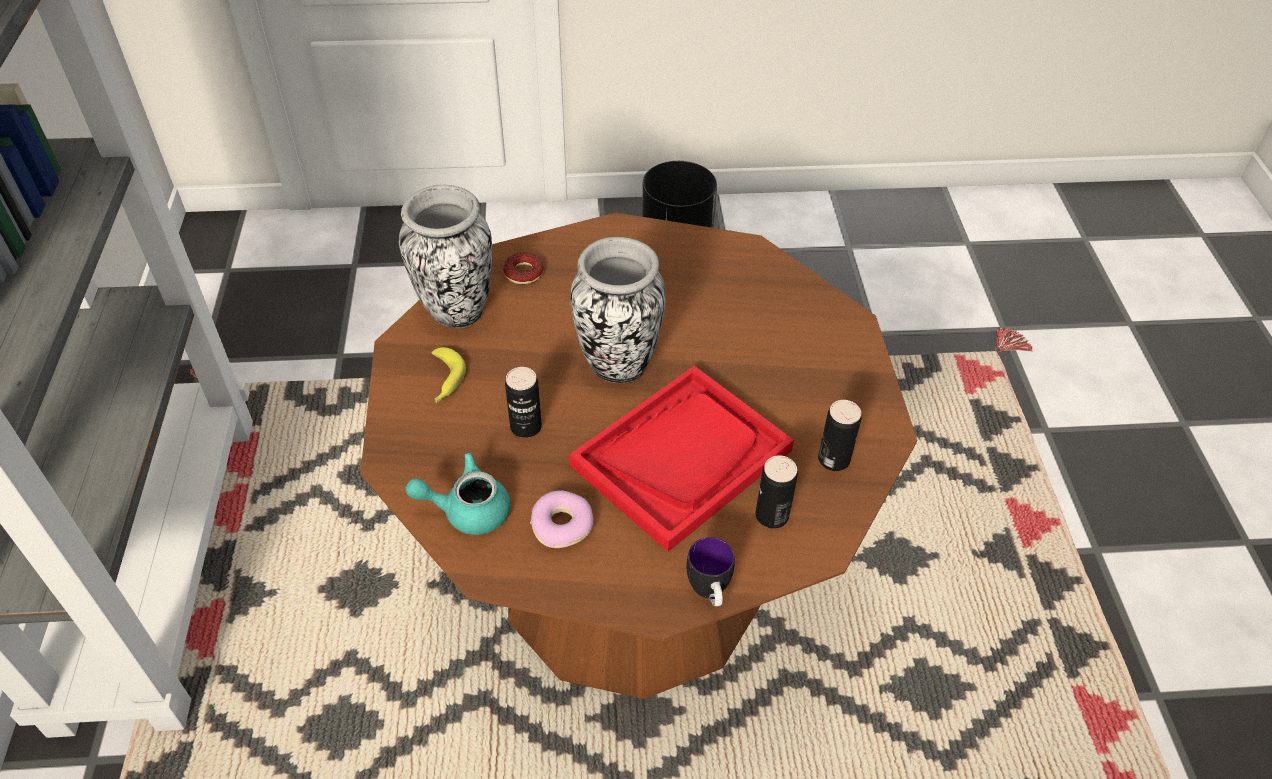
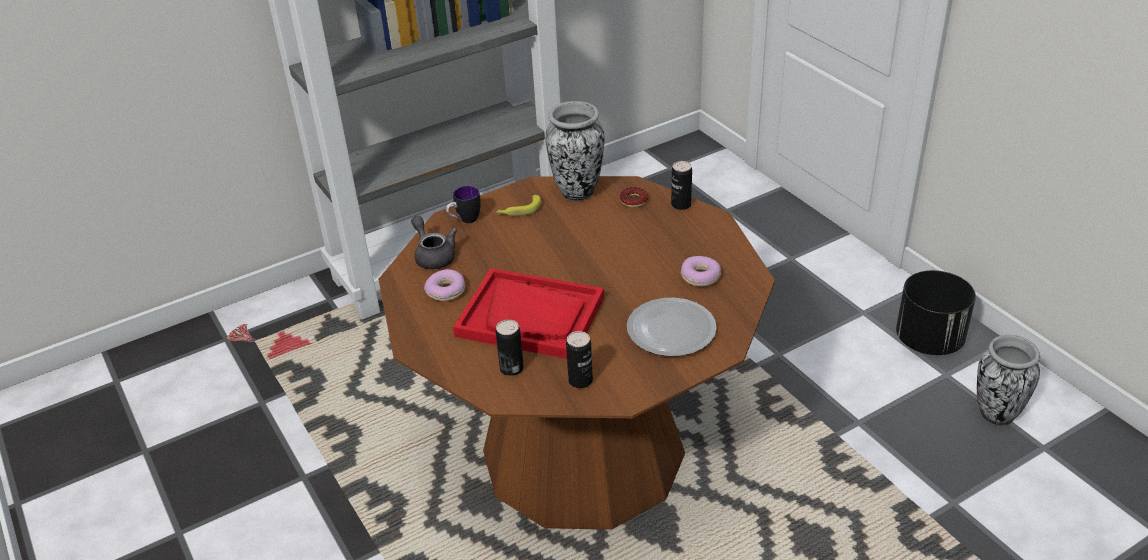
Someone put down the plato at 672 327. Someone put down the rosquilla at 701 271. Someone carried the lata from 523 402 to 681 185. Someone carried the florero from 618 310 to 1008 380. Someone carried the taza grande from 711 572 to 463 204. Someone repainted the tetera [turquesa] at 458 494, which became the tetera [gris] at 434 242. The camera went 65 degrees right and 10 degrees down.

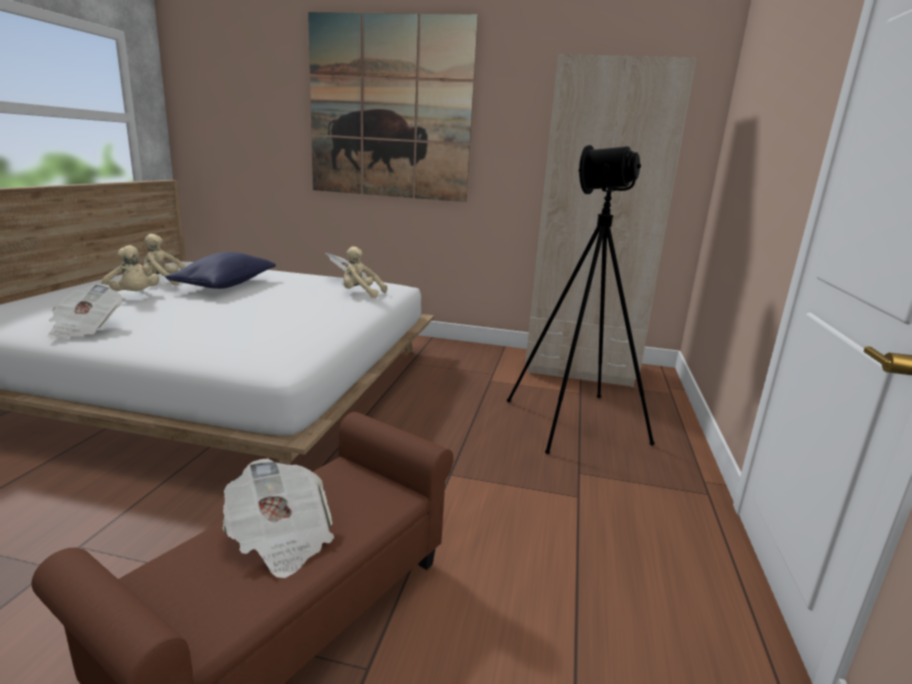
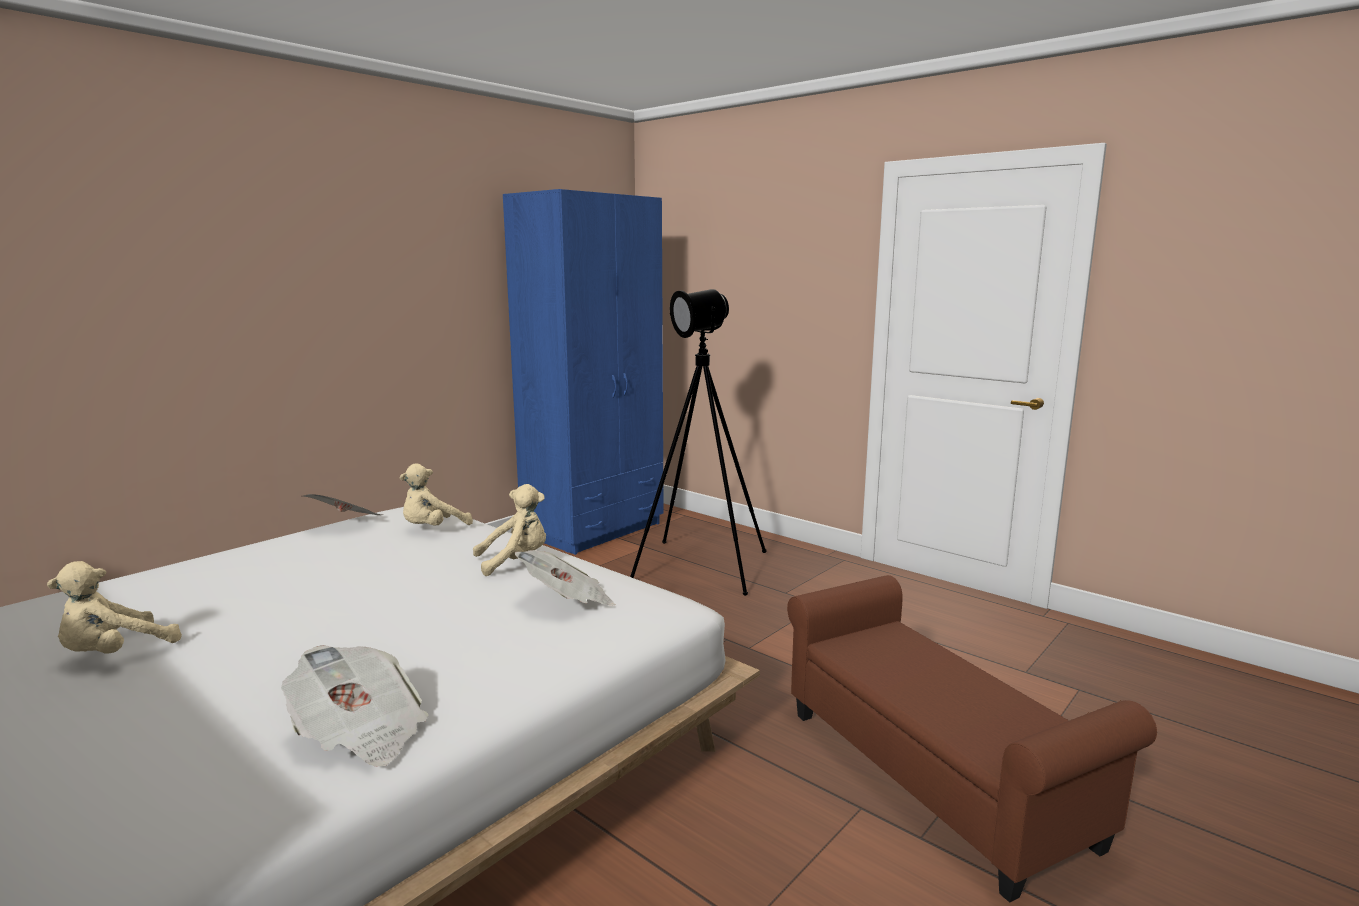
Someone took away the cojín [azul] at 220 270. Someone took away the cuadro at 393 107. Someone carried the peluche [beis] from 130 268 to 509 530. Someone carried the periódico from 278 518 to 565 577. Someone repainted the armario ropero [beis] at 611 220, which became the armario ropero [azul] at 583 372. The camera went 60 degrees left and 5 degrees down.

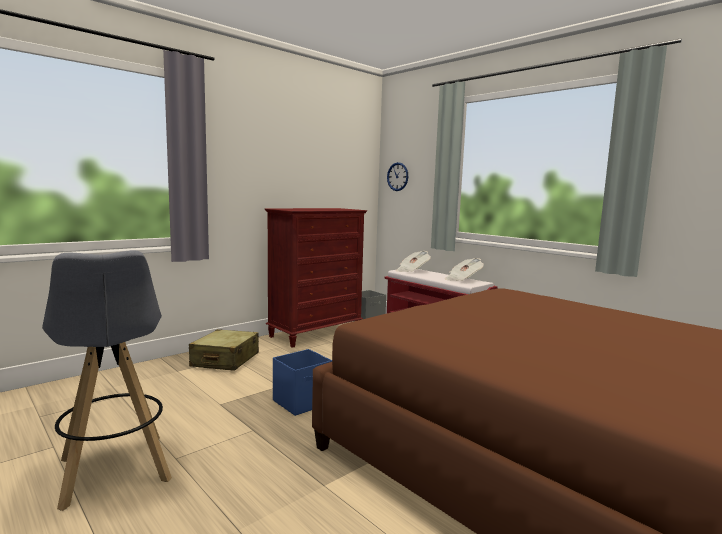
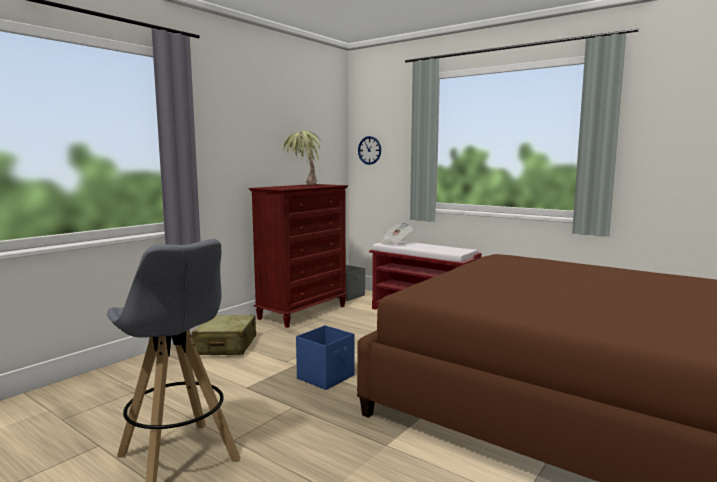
Someone took away the periódico at 464 269. Someone put down the planta en maceta at 302 158. The camera went 10 degrees left and 0 degrees up.

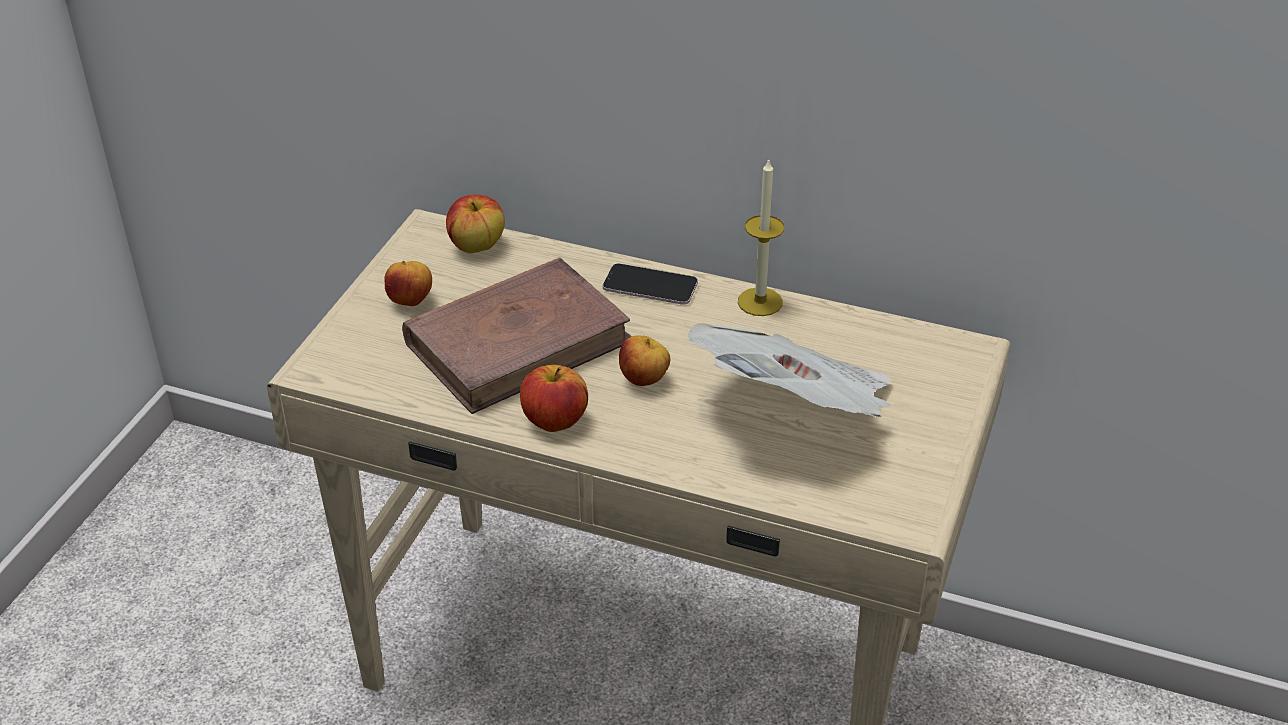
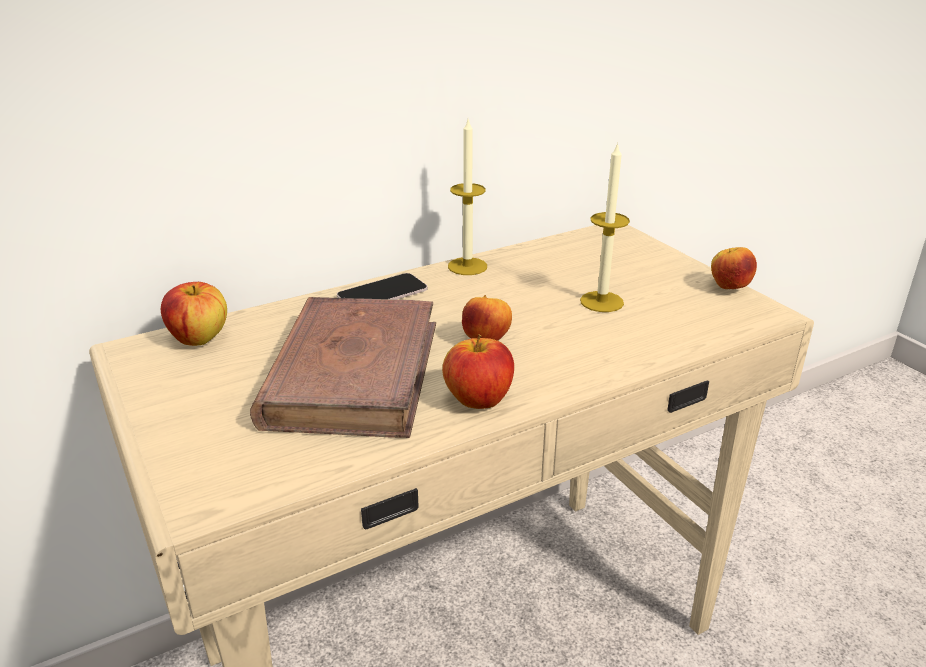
Someone carried the manzana from 408 283 to 734 268. Someone swapped the periódico at 789 370 for the vela at 605 227. The camera went 50 degrees left and 10 degrees down.

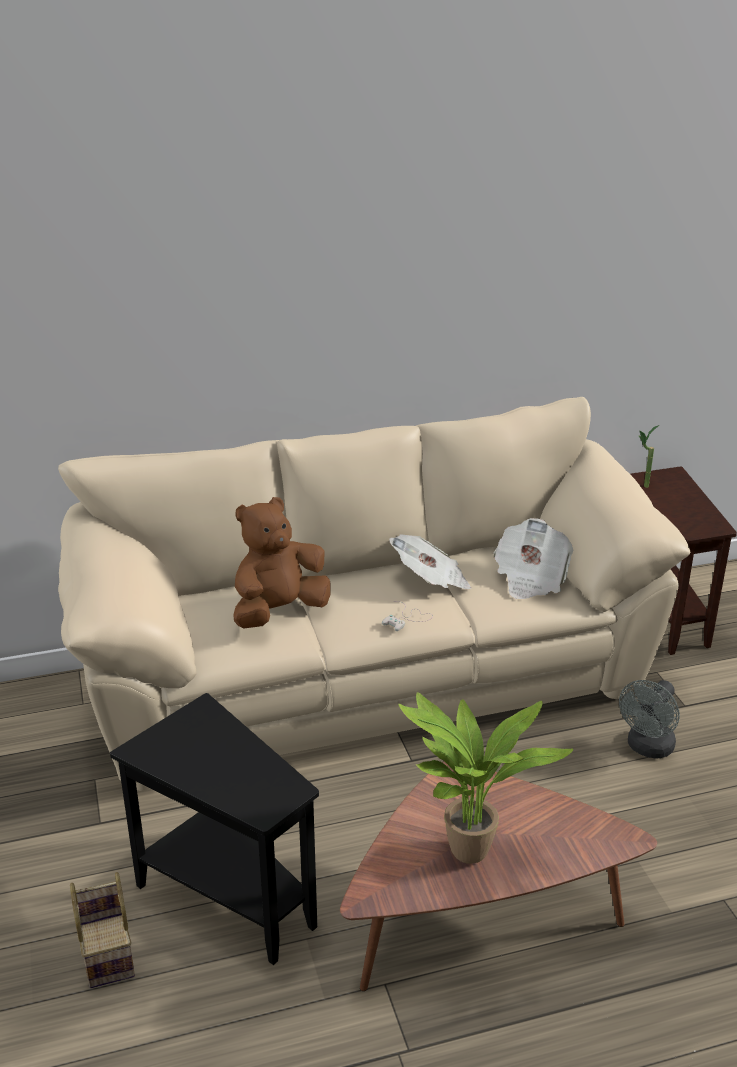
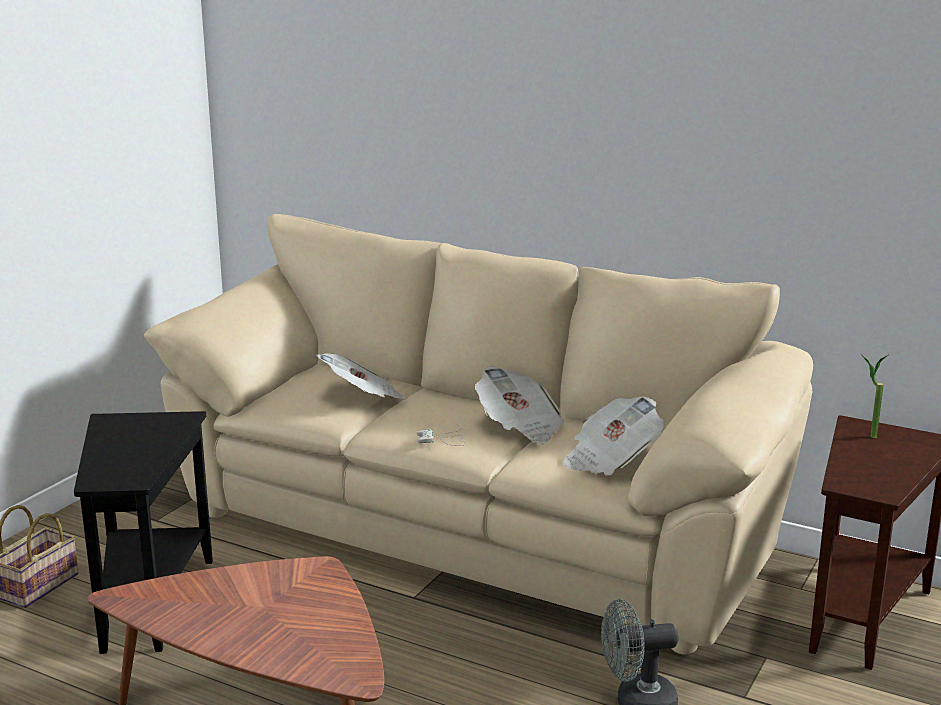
Someone took away the planta en maceta at 485 778. Someone swapped the peluche [marrón] at 282 562 for the periódico at 361 376. The camera went 45 degrees right and 10 degrees down.

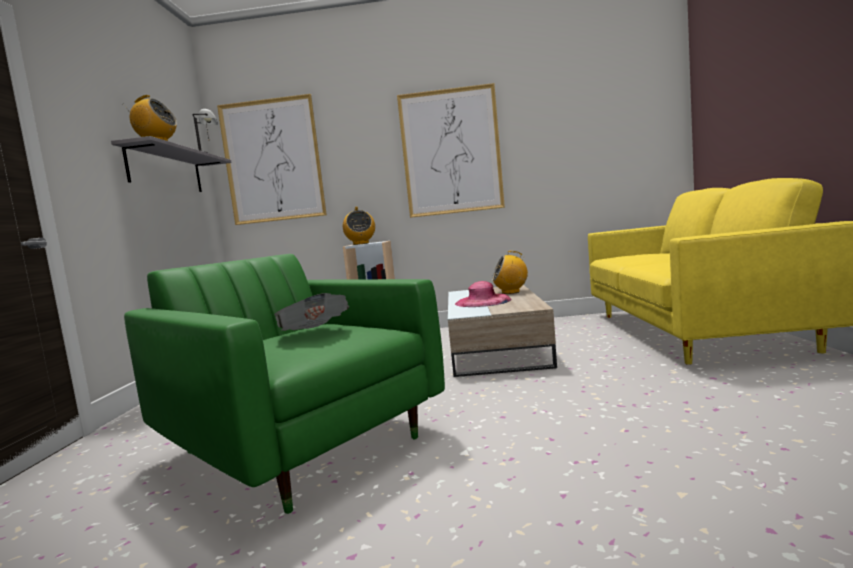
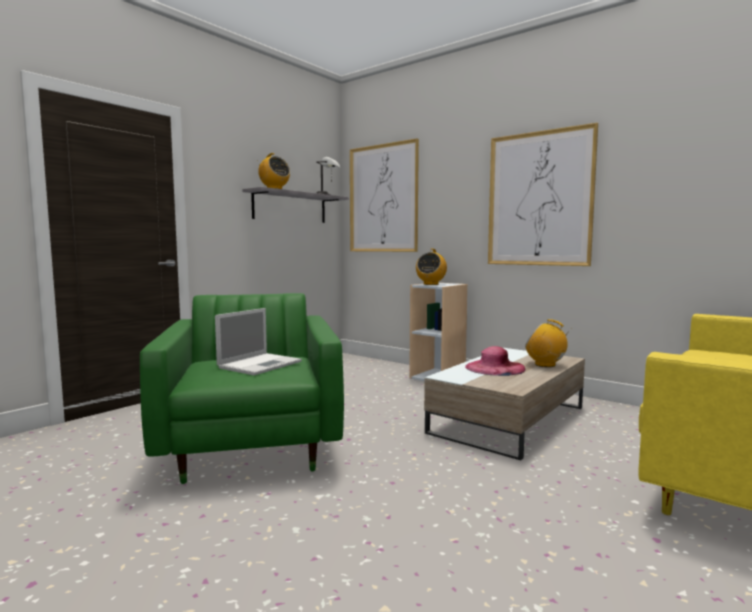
Someone swapped the periódico at 311 312 for the portátil at 258 341. The camera went 35 degrees right and 0 degrees up.

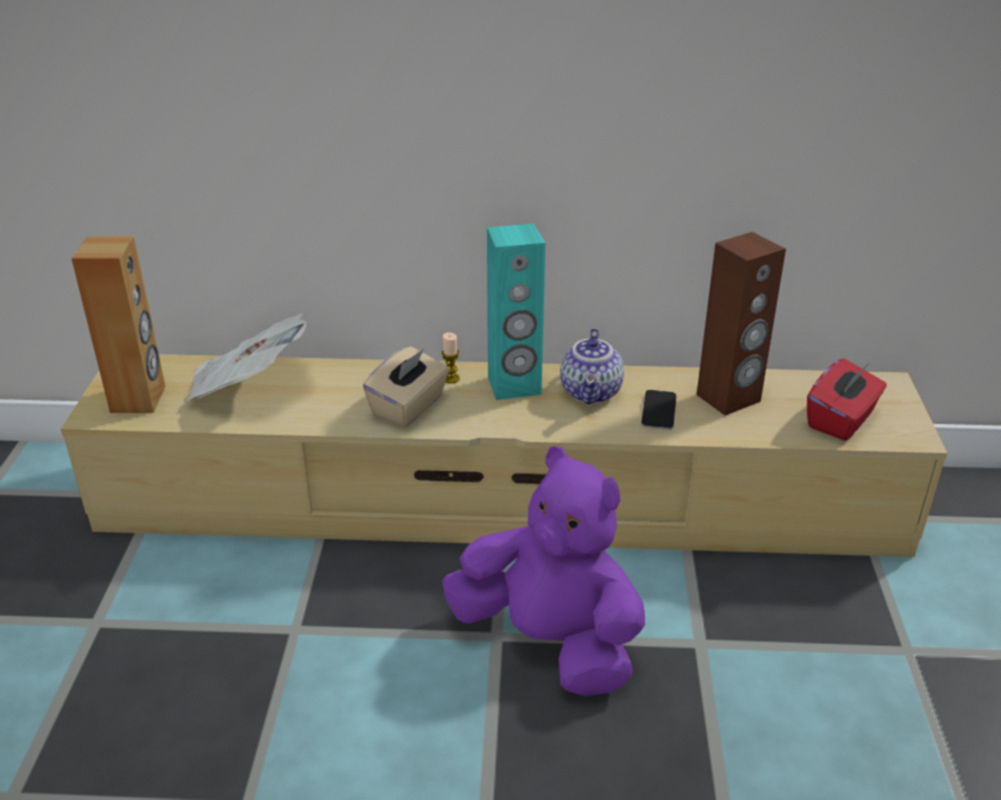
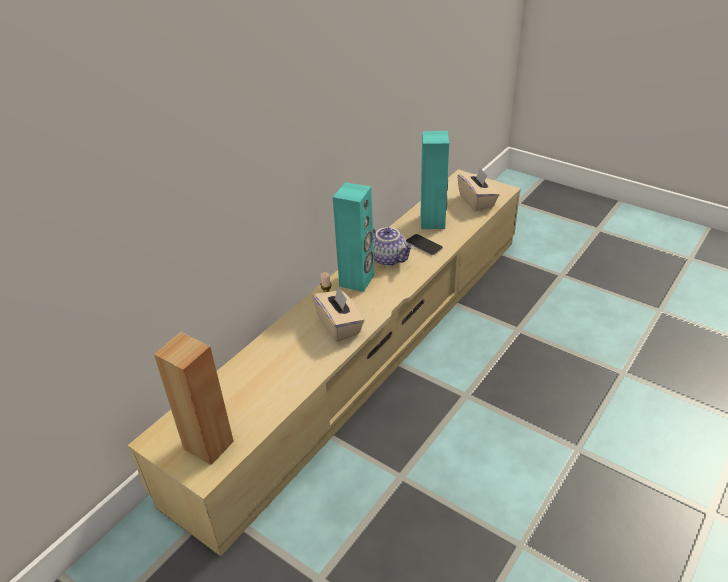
Someone took away the periódico at 246 357. Someone took away the peluche [morado] at 543 571. Someone repainted the altavoz [marrón] at 741 323, which became the altavoz [turquesa] at 435 180. Someone repainted the caja de pañuelos [rojo] at 847 400, which became the caja de pañuelos [beis] at 478 189. The camera went 55 degrees left and 5 degrees up.

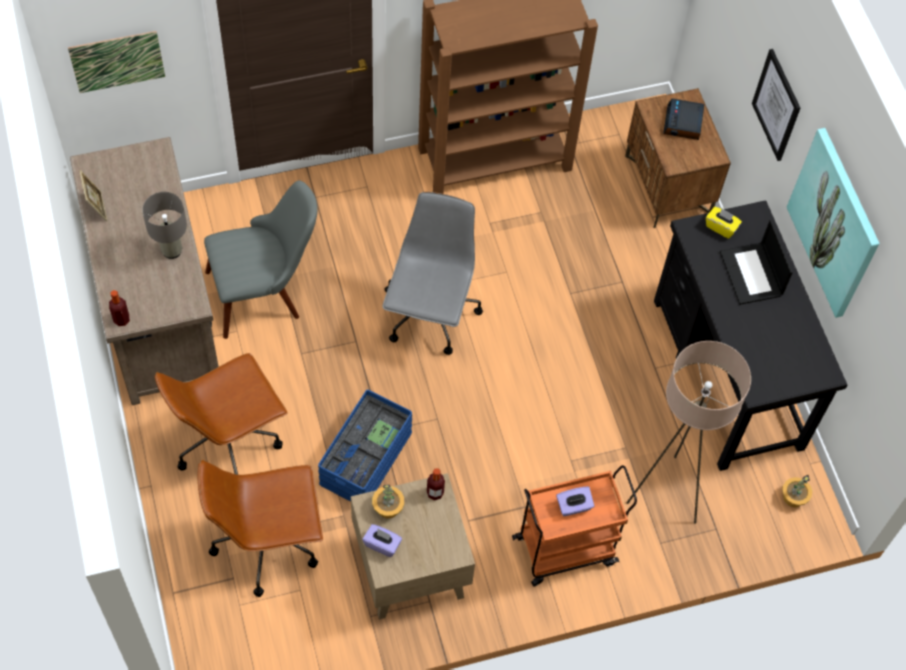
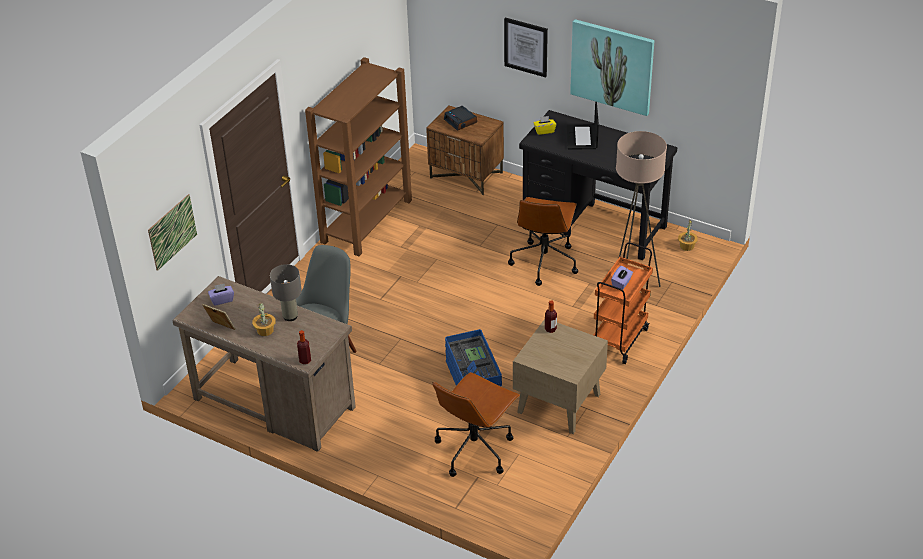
Someone took away the silla de oficina [gris] at 433 273. Someone carried the silla de oficina [marrón] from 221 414 to 543 241. Someone carried the caja de pañuelos [morado] from 382 540 to 221 294. Someone carried the planta en maceta from 388 501 to 264 319. Someone rotated the portátil at 756 262 by 60 degrees clockwise. The camera went 40 degrees left and 20 degrees down.

